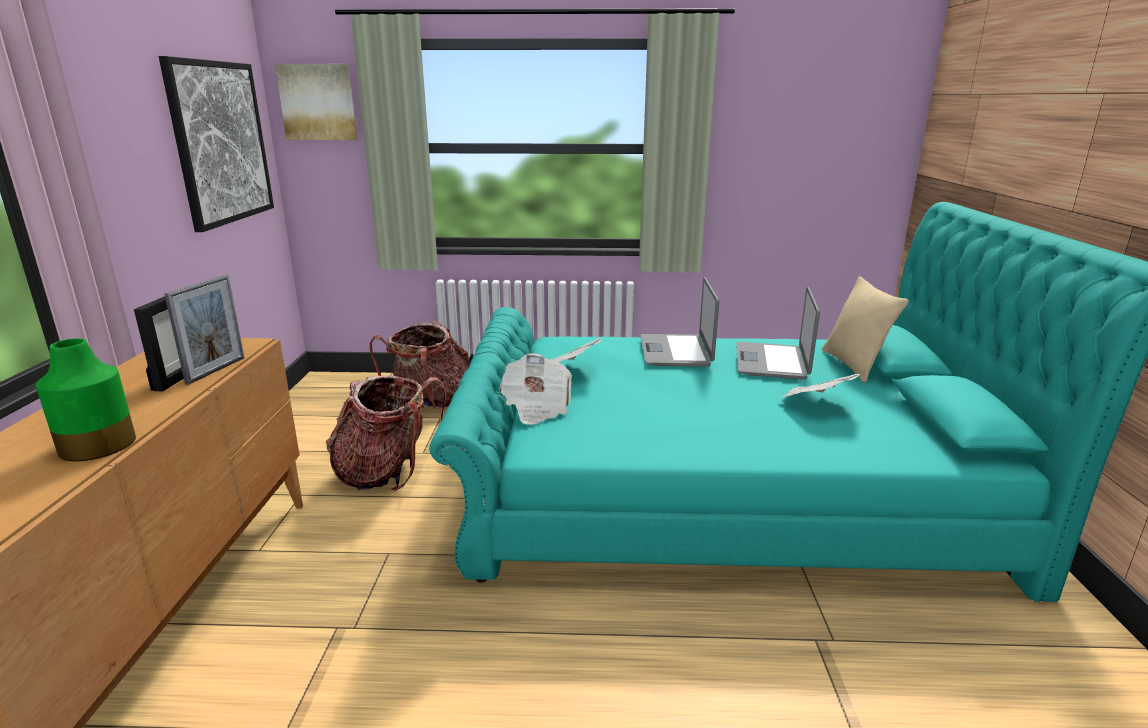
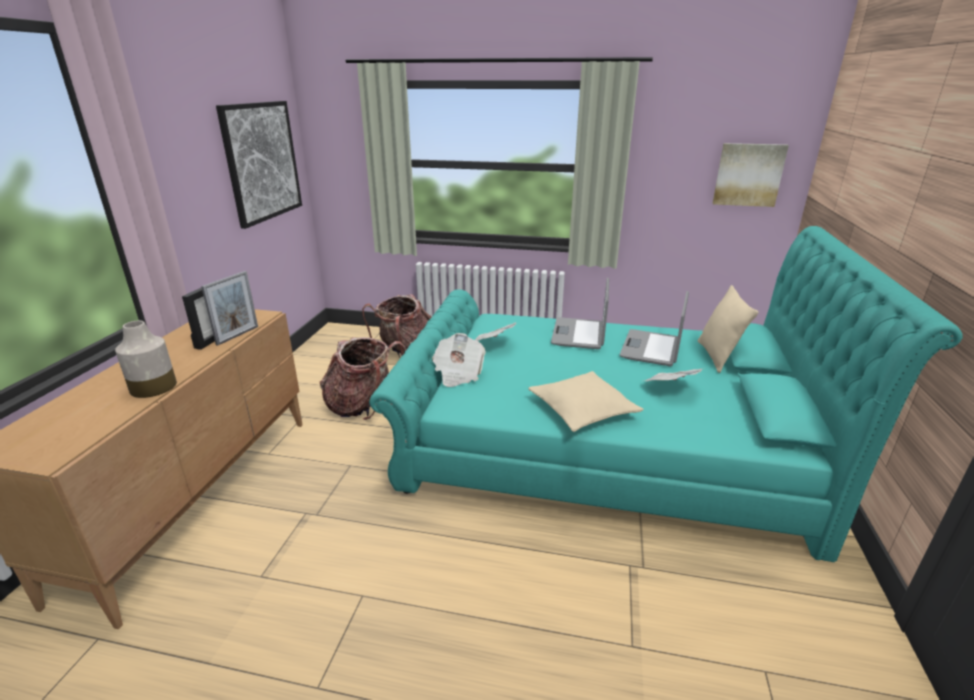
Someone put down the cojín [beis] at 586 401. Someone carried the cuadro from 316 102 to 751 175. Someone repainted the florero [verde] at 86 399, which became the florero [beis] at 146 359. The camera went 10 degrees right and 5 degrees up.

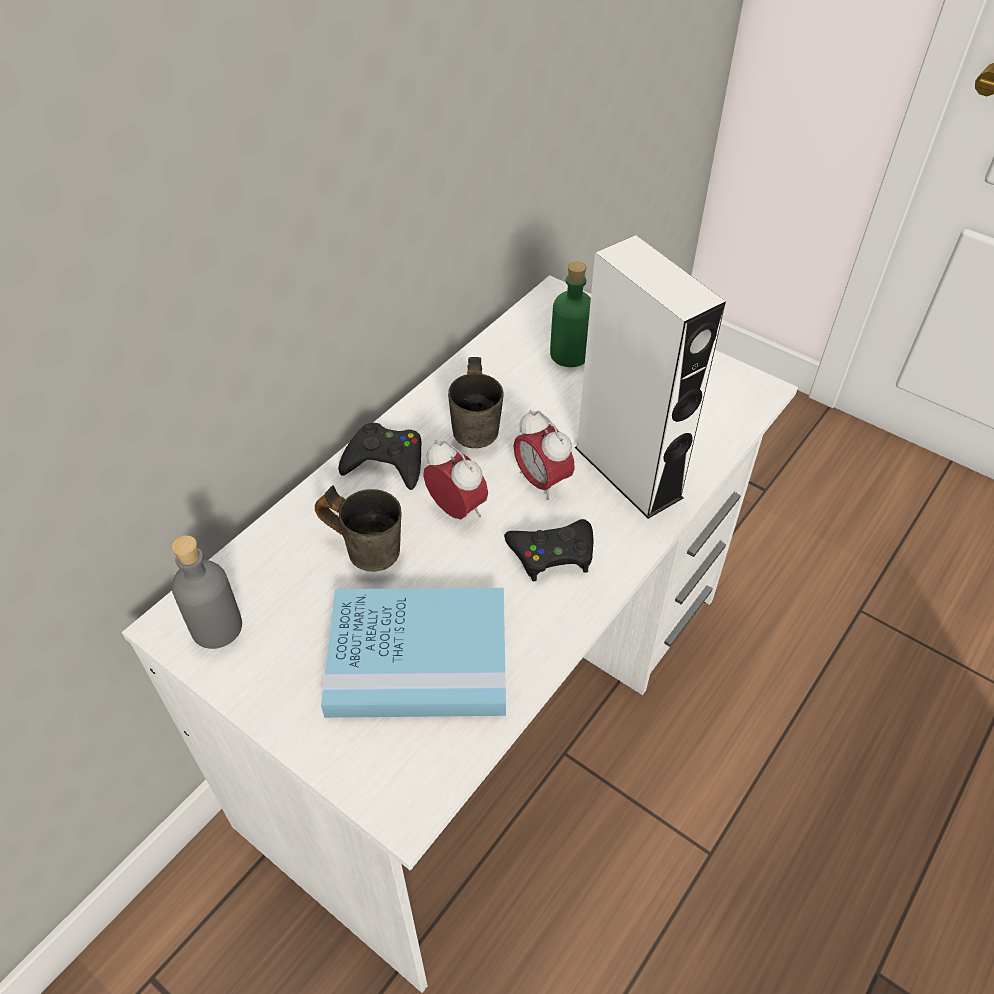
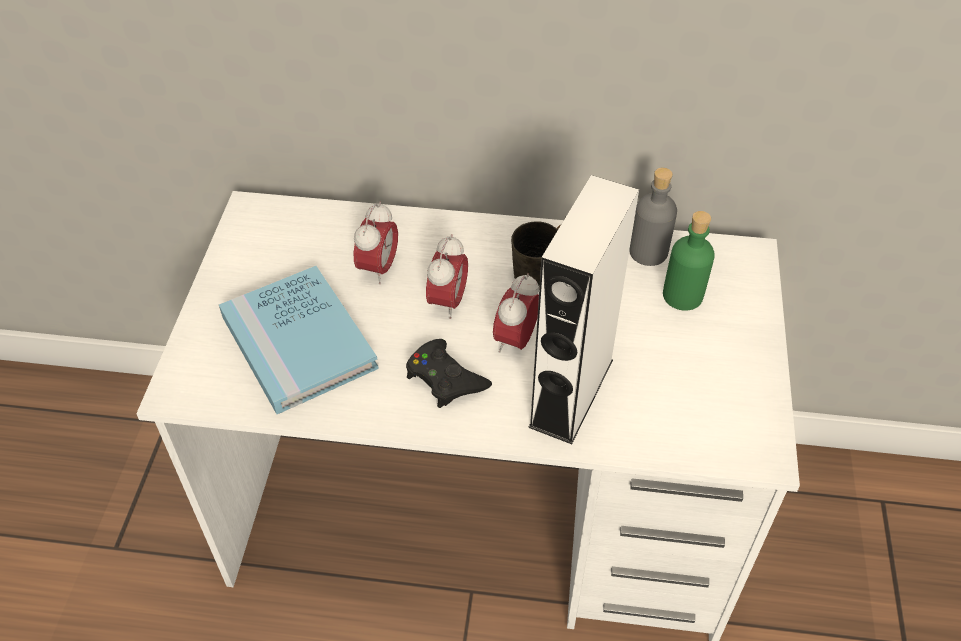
Someone took away the mando de consola [negro] at 379 456. Someone carried the botella [gris] from 207 592 to 653 217. Someone swapped the taza grande [gris] at 358 528 for the despertador at 376 243. The camera went 60 degrees right and 0 degrees up.

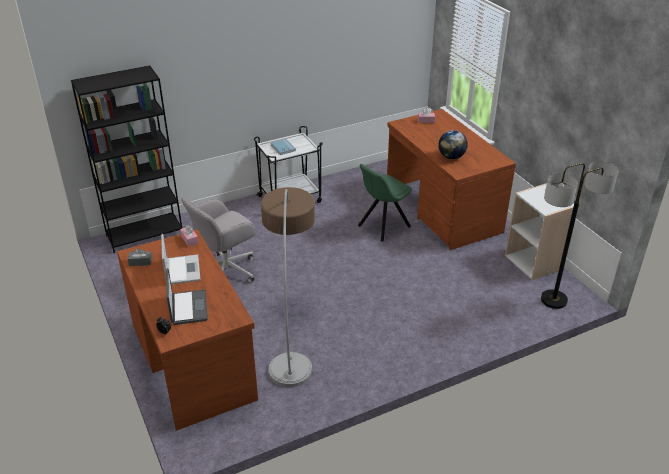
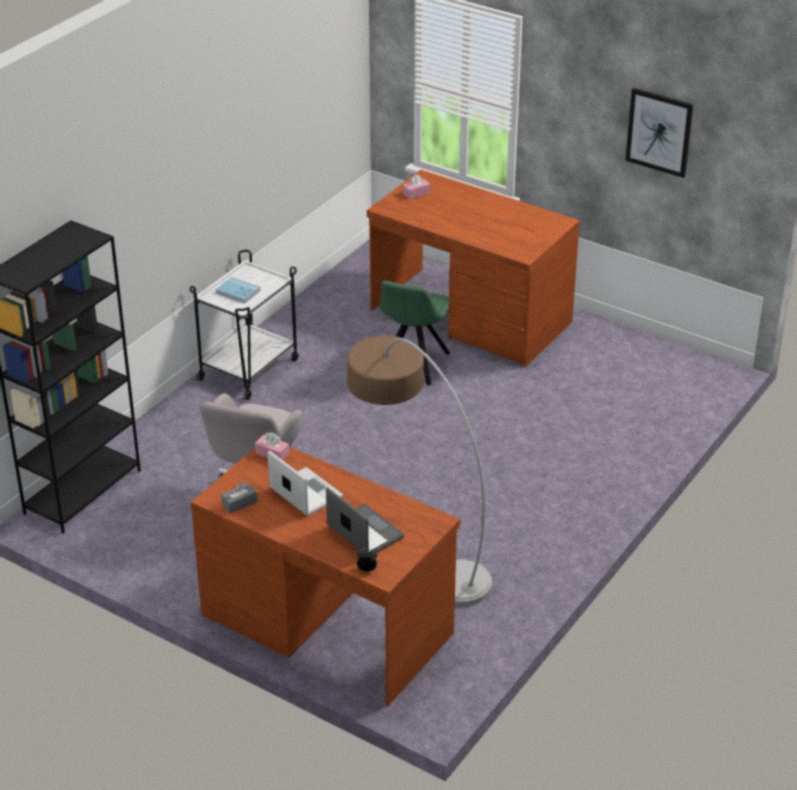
Someone took away the globo terráqueo at 453 144. Someone took away the estantería [blanco] at 539 232. Someone took away the lámpara de pie at 579 235. Someone put up the cuadro at 659 133. The camera went 30 degrees left and 0 degrees up.

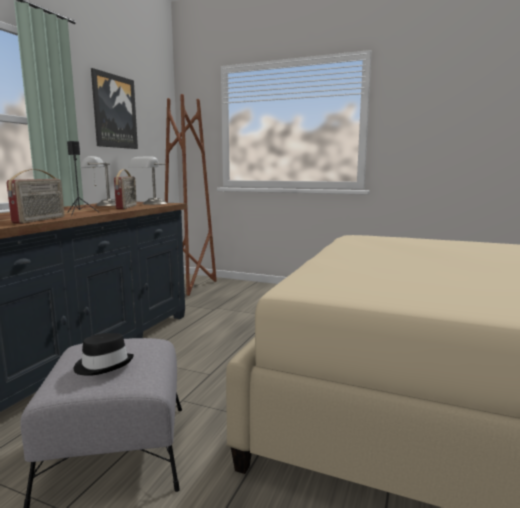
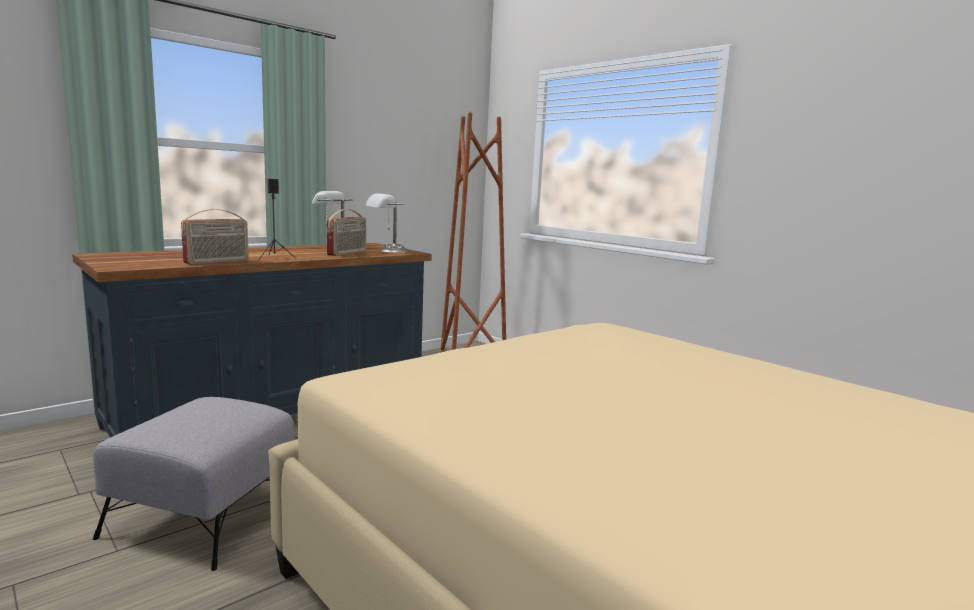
Someone took away the sombrero [negro] at 104 354. Someone took away the cuadro at 114 108. The camera went 25 degrees right and 0 degrees up.

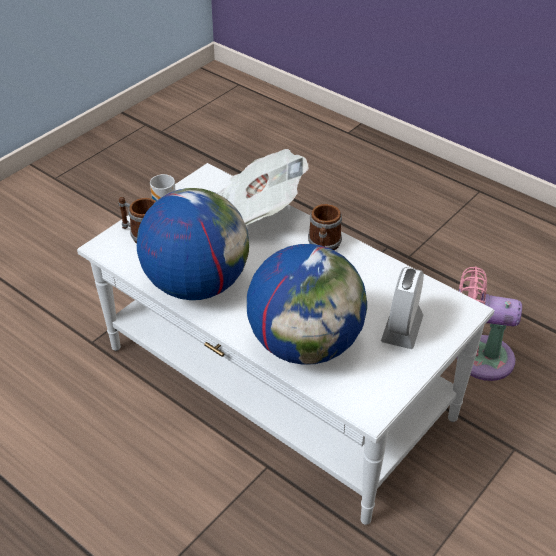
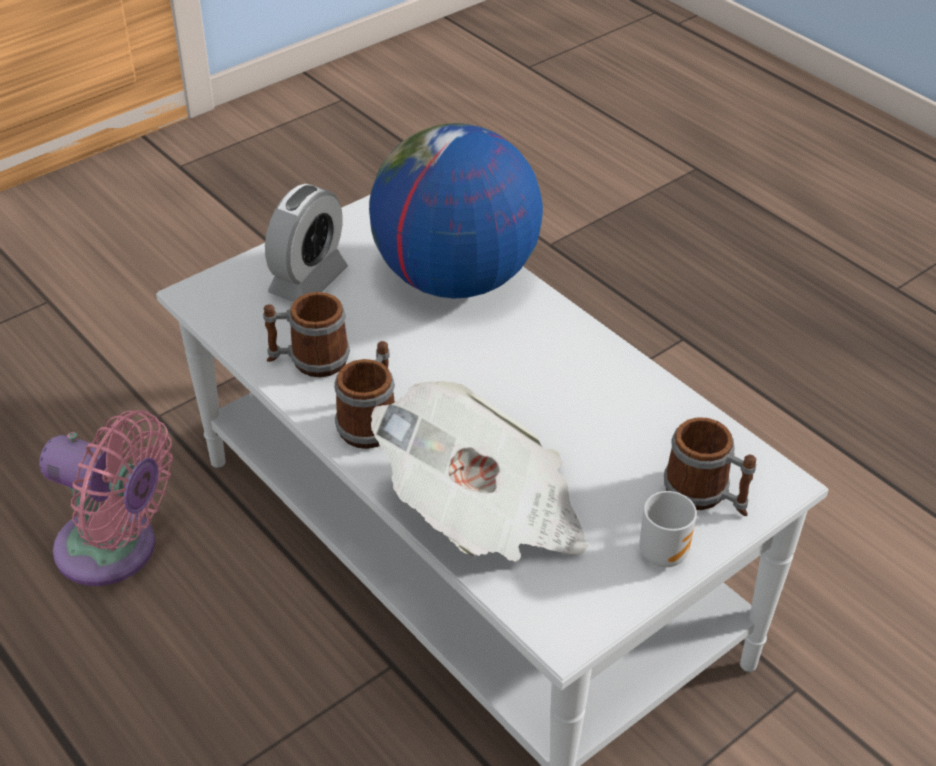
Someone took away the globo terráqueo at 193 244. Someone put down the taza grande at 306 334. The camera went 170 degrees left and 0 degrees up.

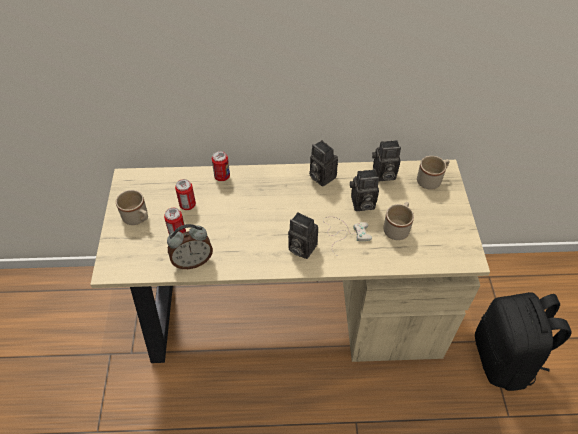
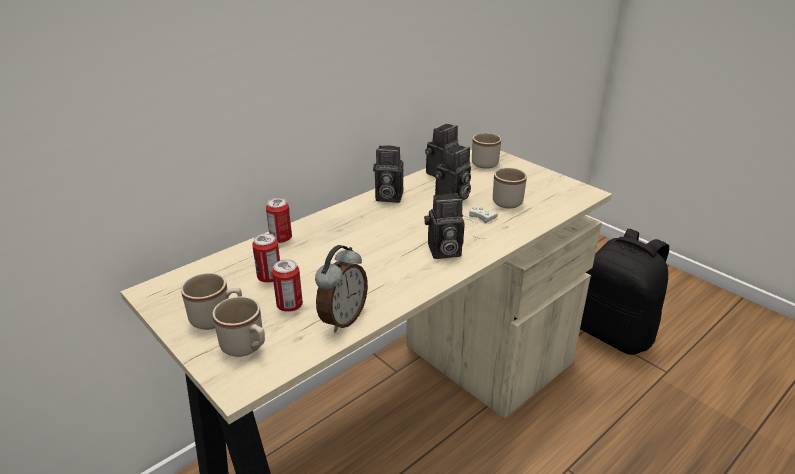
Someone put down the taza grande [beis] at 238 326. The camera went 40 degrees left and 20 degrees down.

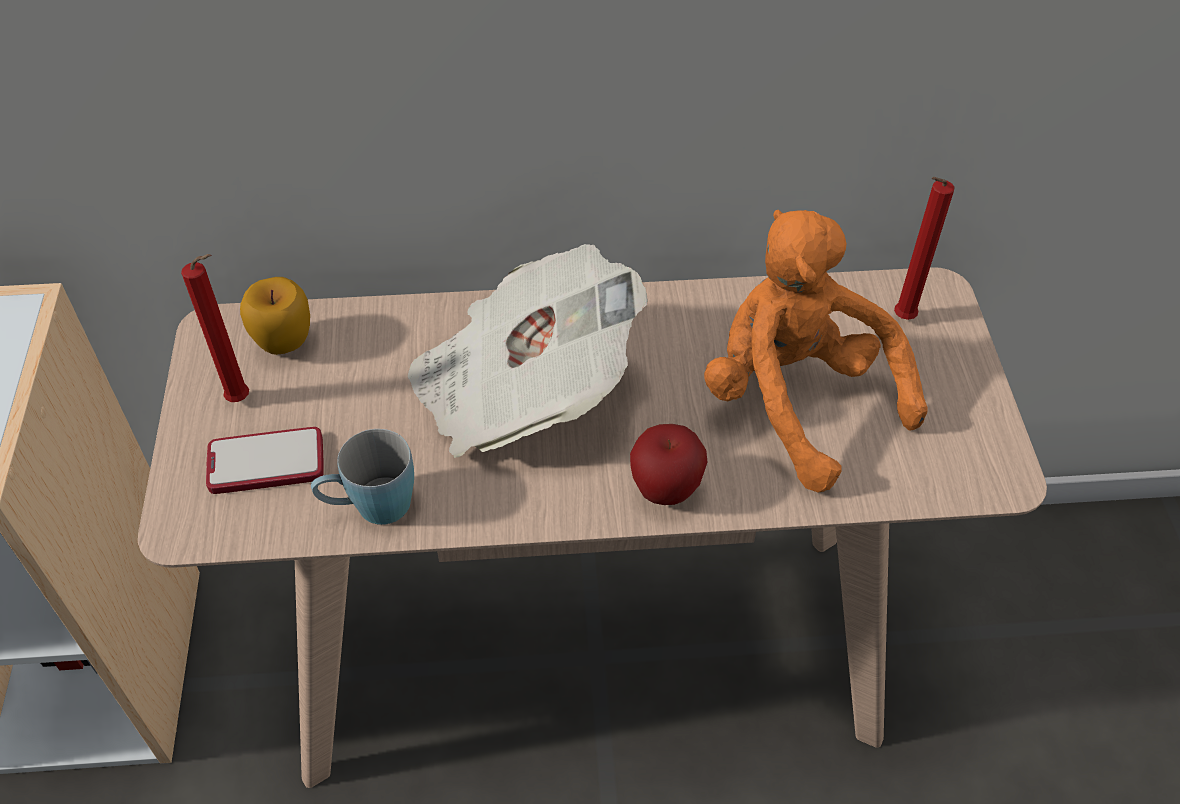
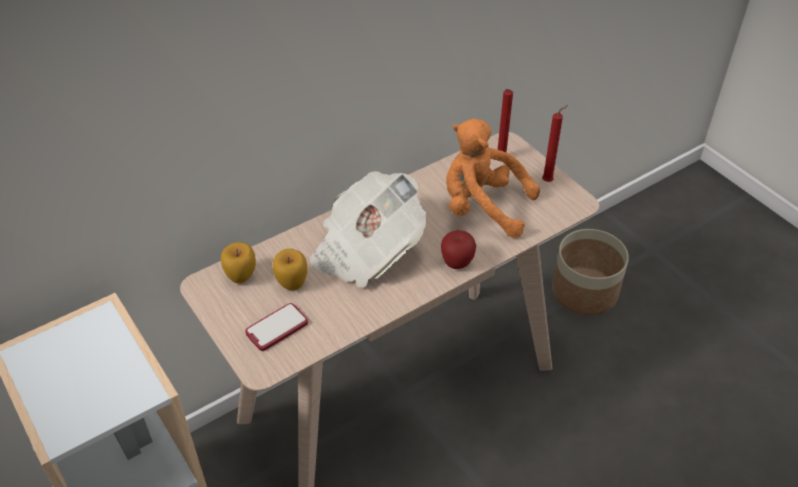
Someone took away the taza grande [azul] at 362 477. Someone put down the manzana at 290 269. Someone put down the maceta at 590 272. Someone carried the vela [rojo] from 215 328 to 555 143. The camera went 30 degrees left and 5 degrees down.

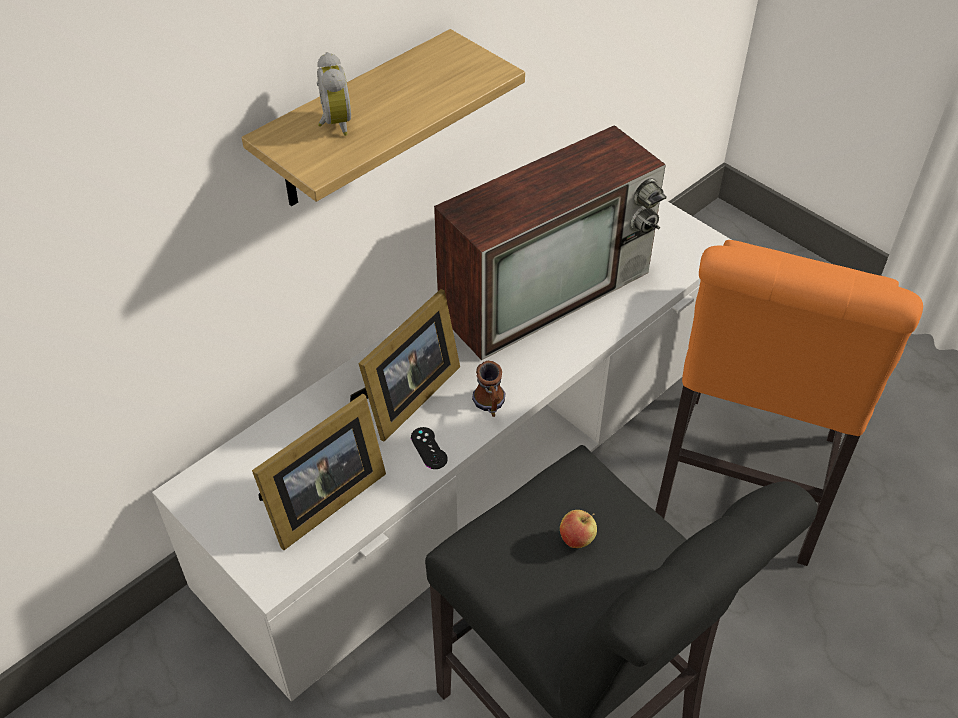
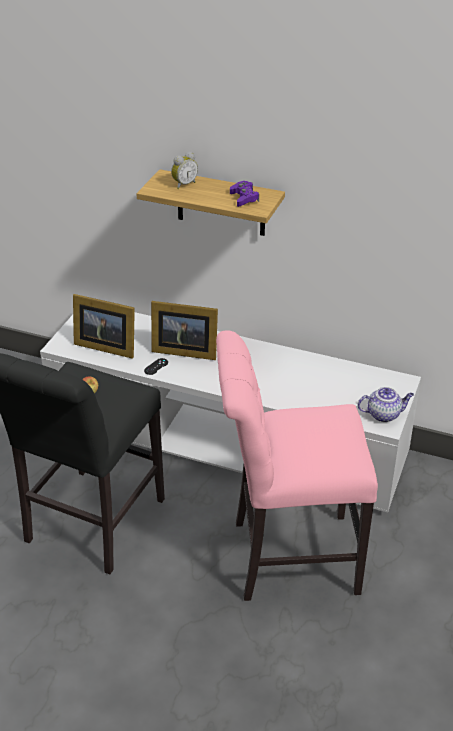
Someone took away the televisor at 550 242. Someone took away the taza grande at 488 389. Someone put down the mando de consola [morado] at 244 194. Someone put down the tetera at 385 404. Someone repainted the taburete [naranja] at 789 403, which became the taburete [rosa] at 297 465. The camera went 65 degrees right and 10 degrees down.

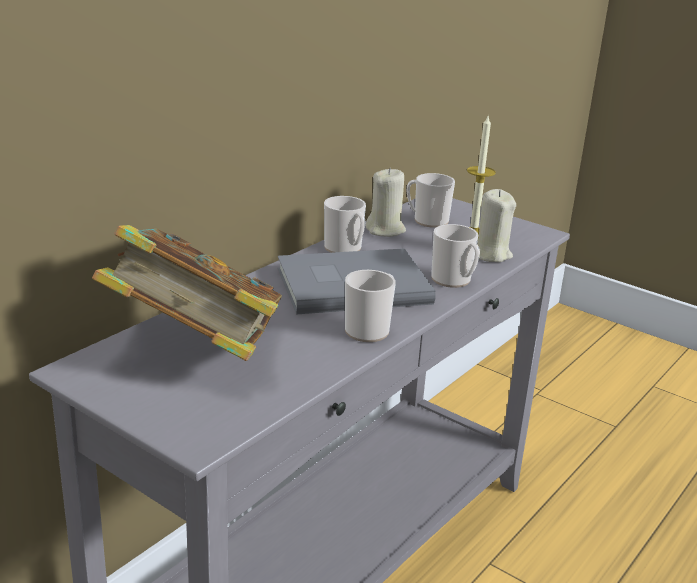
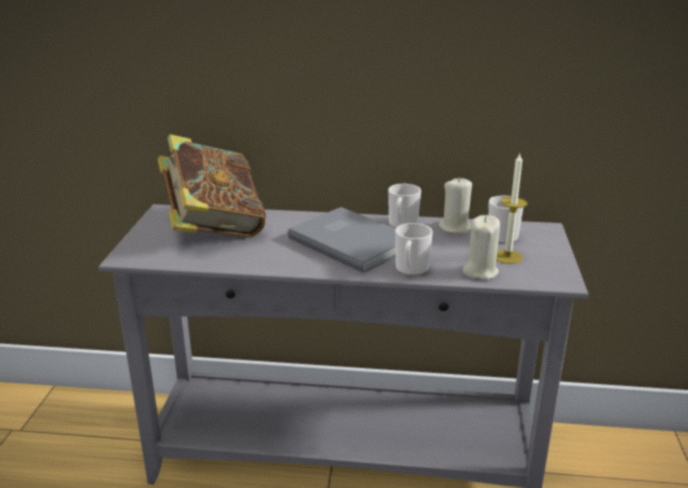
Someone took away the taza grande at 370 306. The camera went 60 degrees right and 0 degrees up.

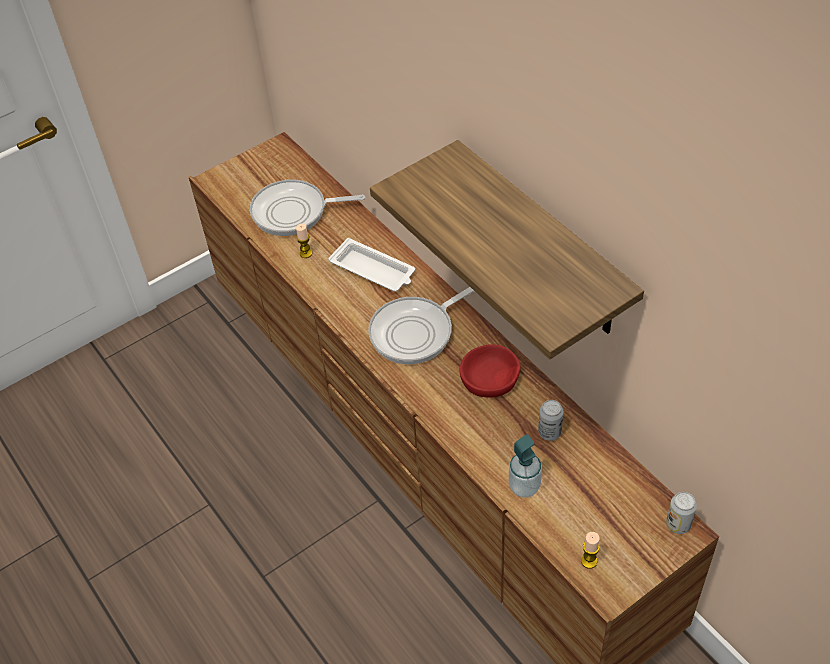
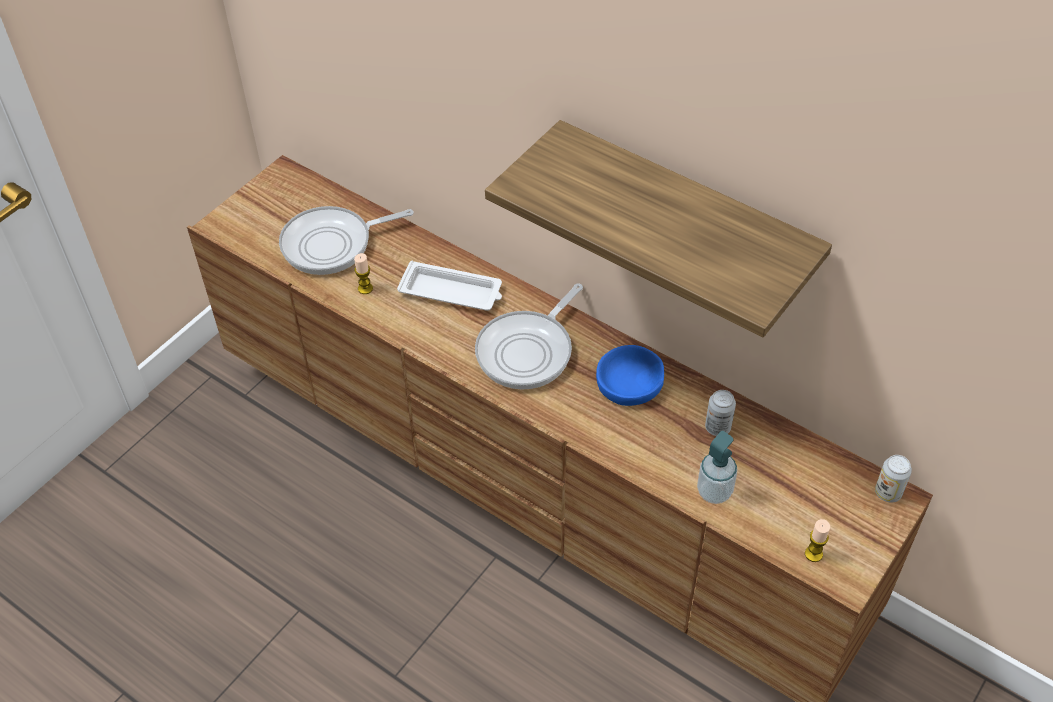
Someone repainted the cuenco [rojo] at 490 371, which became the cuenco [azul] at 630 375. The camera went 20 degrees left and 0 degrees up.

